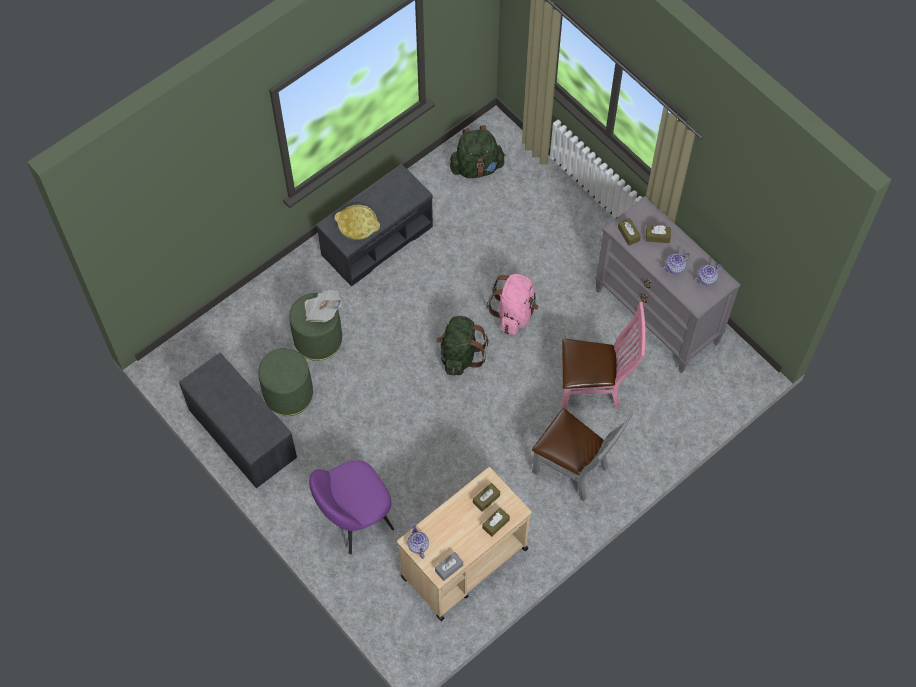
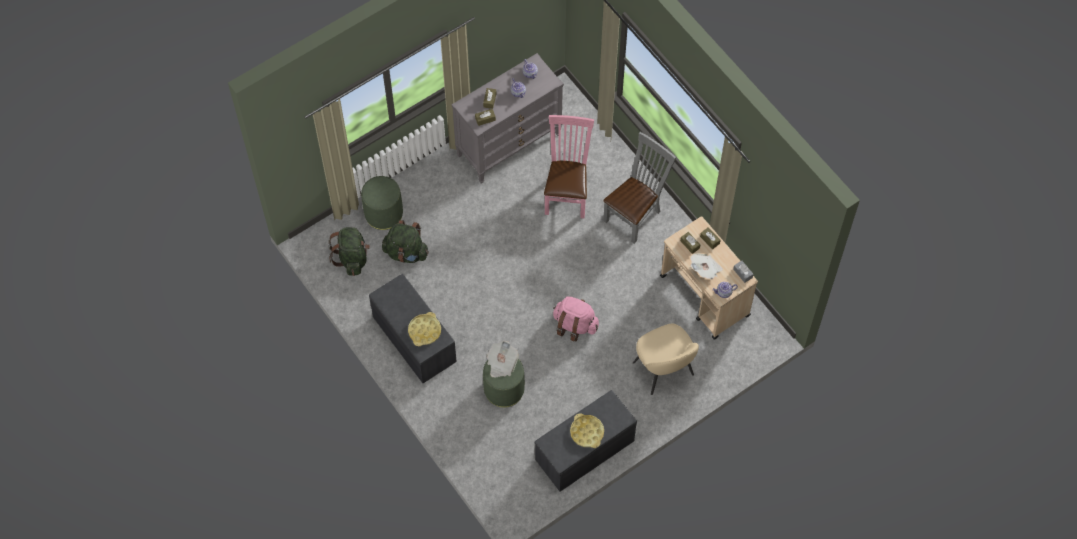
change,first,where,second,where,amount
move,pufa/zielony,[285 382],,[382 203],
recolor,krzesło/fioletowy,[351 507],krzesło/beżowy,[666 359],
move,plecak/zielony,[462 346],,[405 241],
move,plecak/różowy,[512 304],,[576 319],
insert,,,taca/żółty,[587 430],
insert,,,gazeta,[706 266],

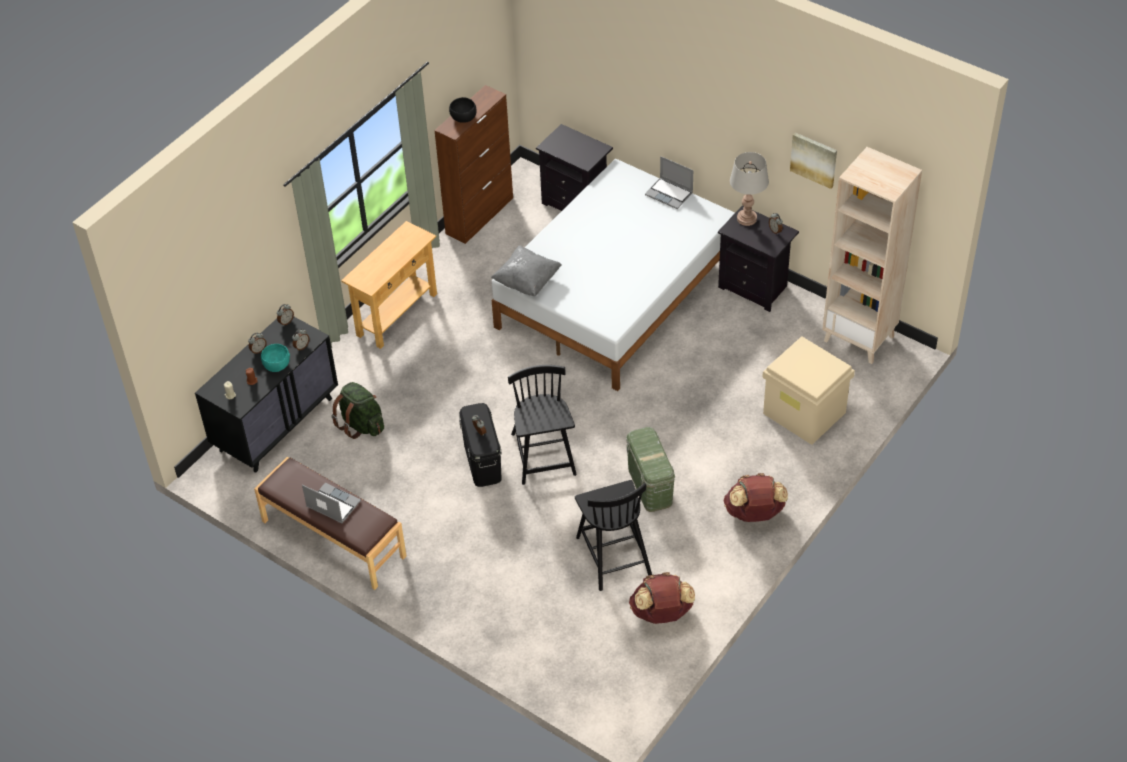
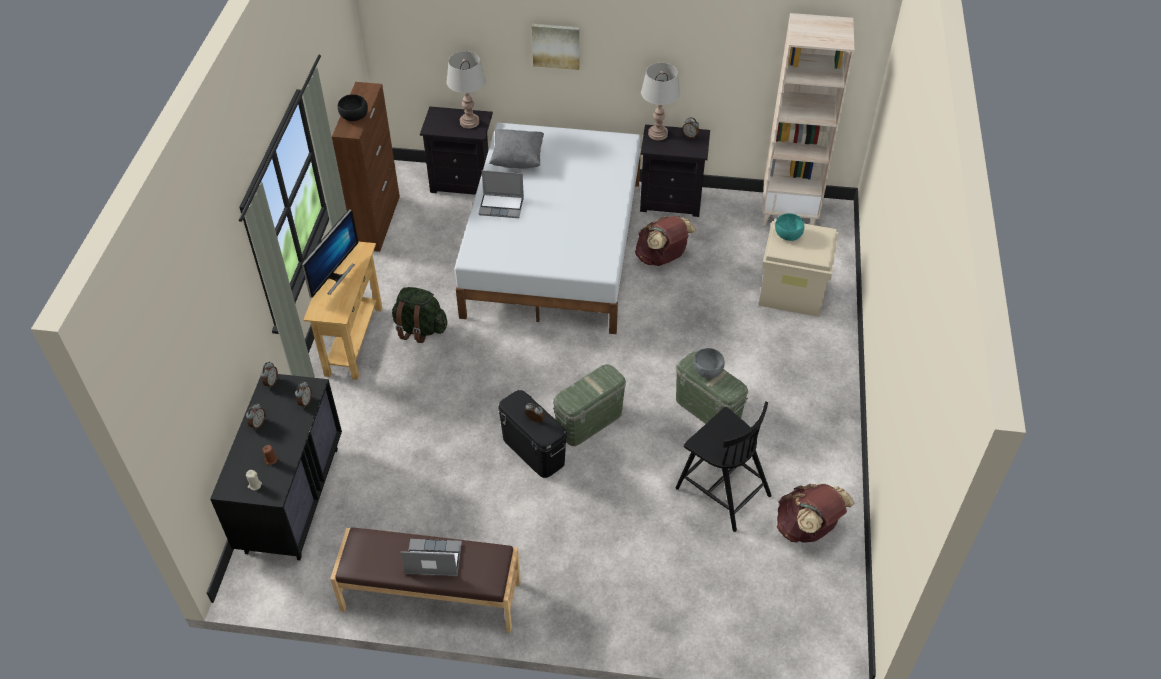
change,first,where,second,where,amount
move,miska/turkusowy,[275 358],,[789 227],
move,plecak/zielony,[357 410],,[419 315],
move,poduszka/szary,[526 271],,[516 149],
replace,krzesło/czarny,[542 425],pojemnik do przechowywania/zielony,[589 405],
move,laptop,[669 182],,[501 194],
move,plecak/brązowy,[756 497],,[665 241],
move,obraz,[813 161],,[556 47],
insert,,,monitor,[330 253],
insert,,,lampa stołowa/szary,[466 90],
insert,,,miska/szary,[709 363],

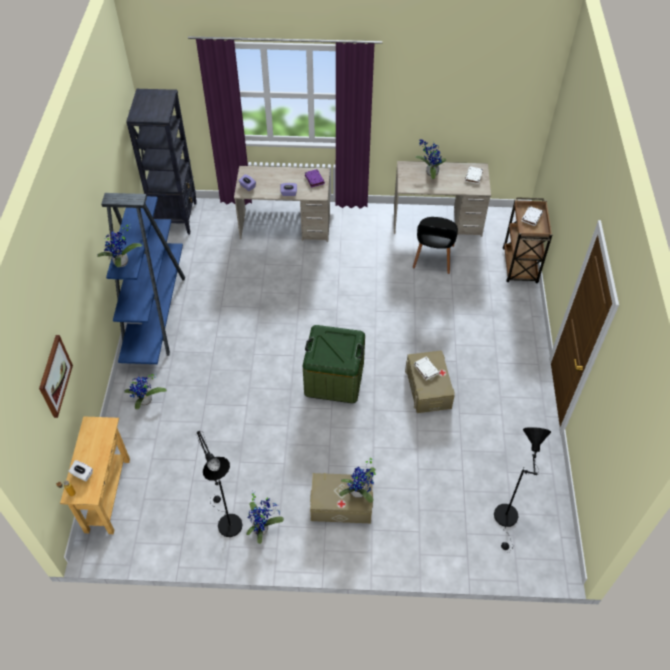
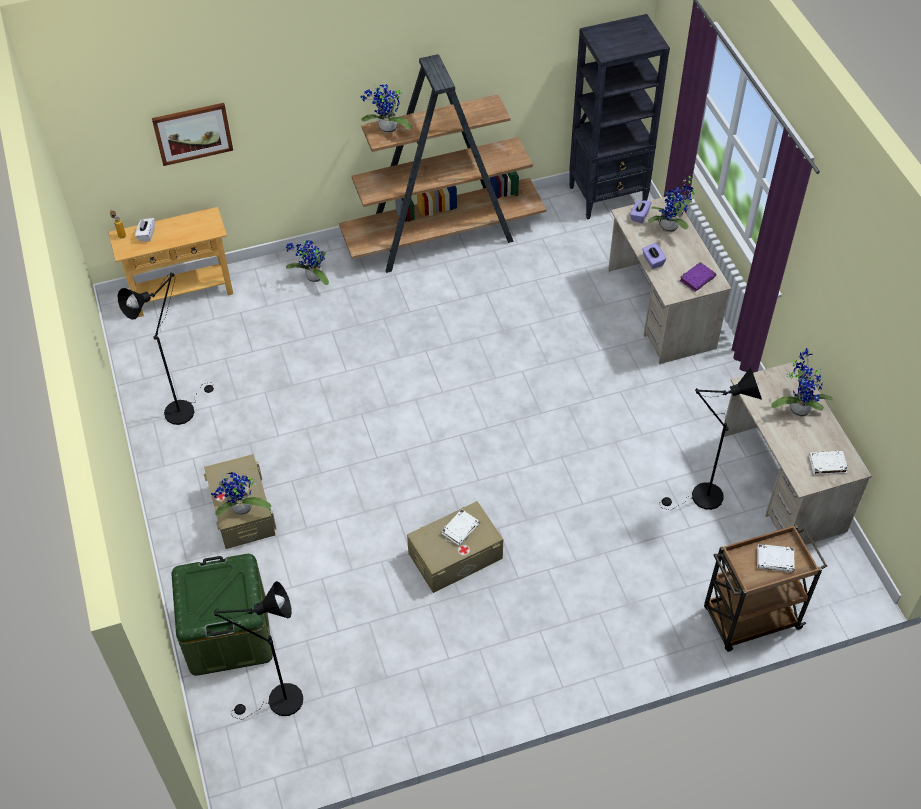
change,first,where,second,where,amount
recolor,regał/niebieski,[143 278],regał/brązowy,[442 163],
move,roślina doniczkowa,[265 517],,[671 203],
move,pojemnik do przechowywania/zielony,[334 364],,[222 615],
replace,krzesło/czarny,[435 245],lampa stojąca/czarny,[712 438],

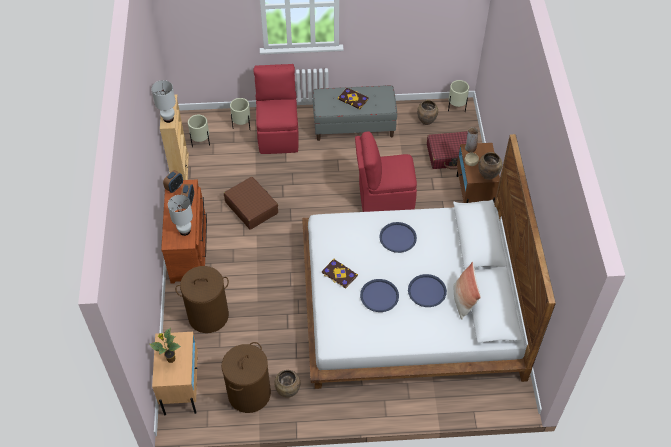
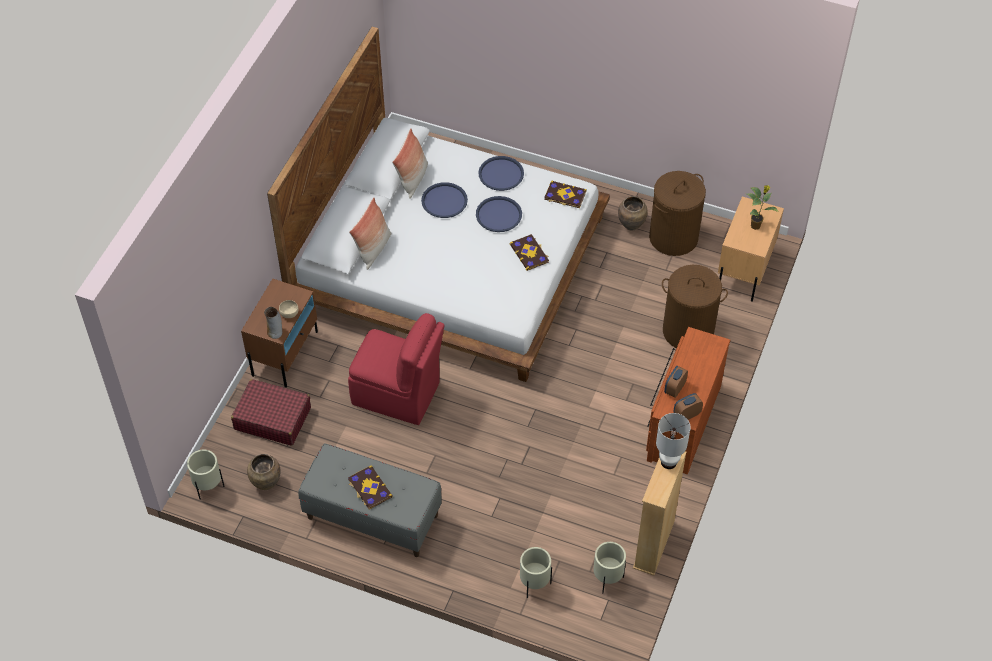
change,first,where,second,where,amount
delete,lampa stołowa/biały,[180 215],,,
delete,walizka/brązowy,[251 203],,,
delete,krzesło/czerwony,[276 109],,,
move,taca/niebieski,[398 237],,[501 173],
delete,wazon/brązowy,[490 166],,,
insert,,,poduszka,[370 233],
insert,,,książka,[565 194],

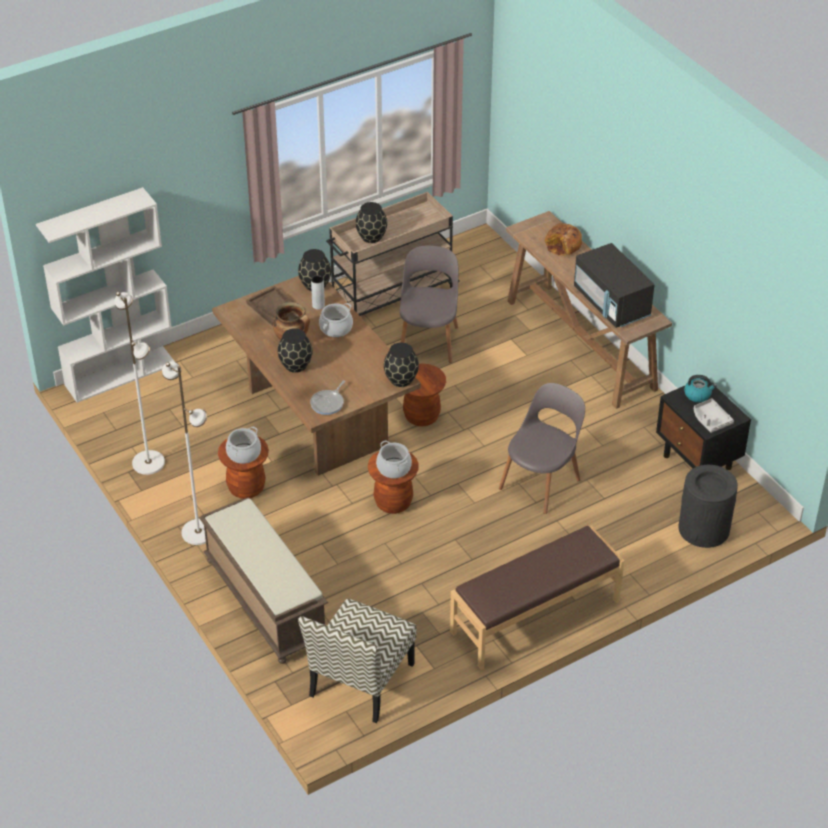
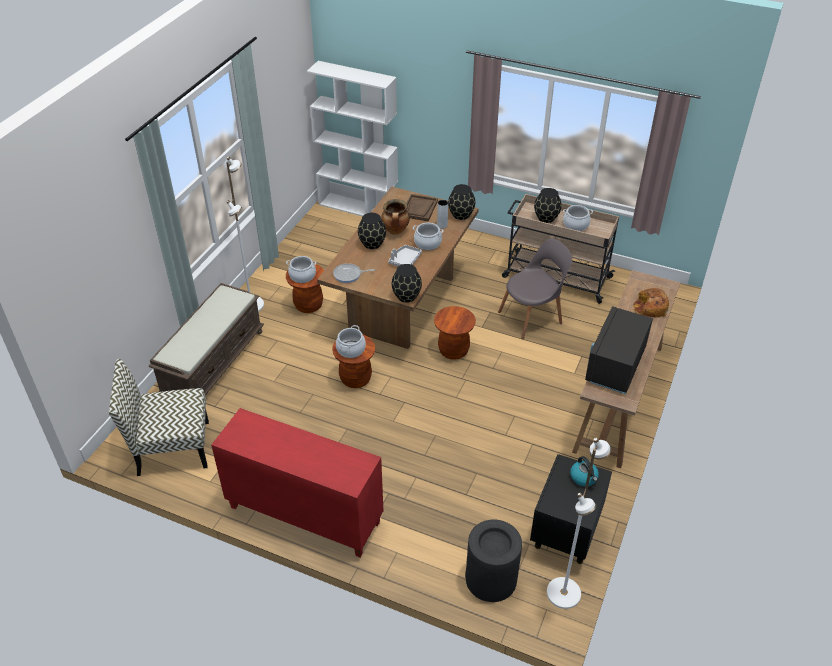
change,first,where,second,where,amount
move,lampa stojąca/biały,[139 383],,[579 523],
replace,ławka/brązowy,[537 597],szafka/czerwony,[297 482],
delete,krzesło/szary,[542 448],,,
move,taca/szary,[714 415],,[405 255],
insert,,,garnek,[578 218],

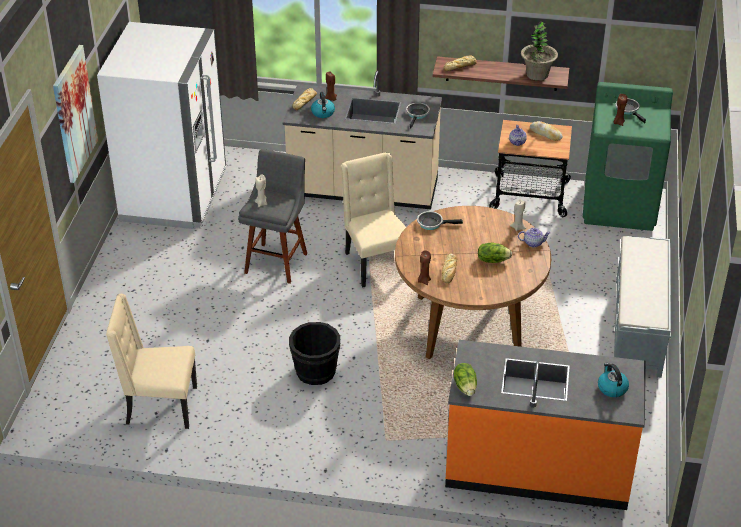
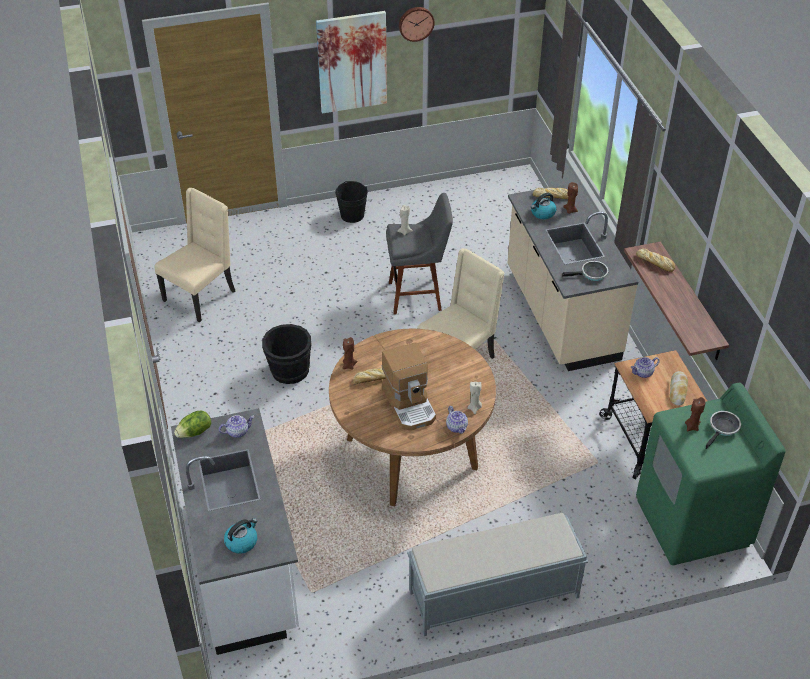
change,first,where,second,where,amount
delete,lodówka/biały,[161 125],,,
rotate,krzesło/beżowy,[151 361],,[194 255],60 degrees clockwise
delete,patelnia,[440 220],,,
recolor,zabudowa kuchenna/pomarańczowy,[545 425],zabudowa kuchenna/biały,[235 531],
replace,sałata,[495 253],ekspres do kawy,[409 386],
delete,roślina doniczkowa,[539 51],,,
insert,,,imbryk,[236 426],
insert,,,wiadro/czarny,[351 202],
insert,,,zegar ścienny,[417 24],

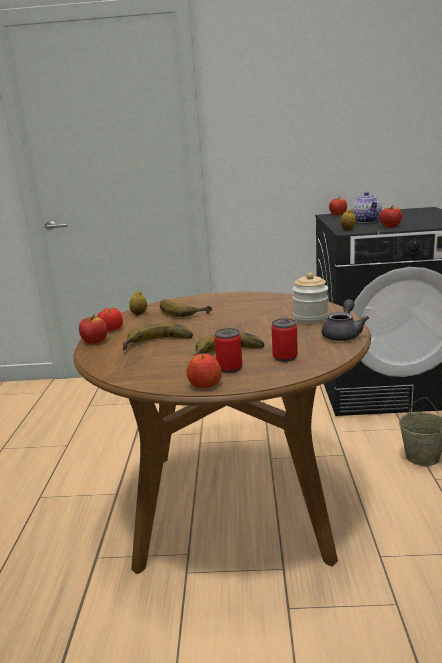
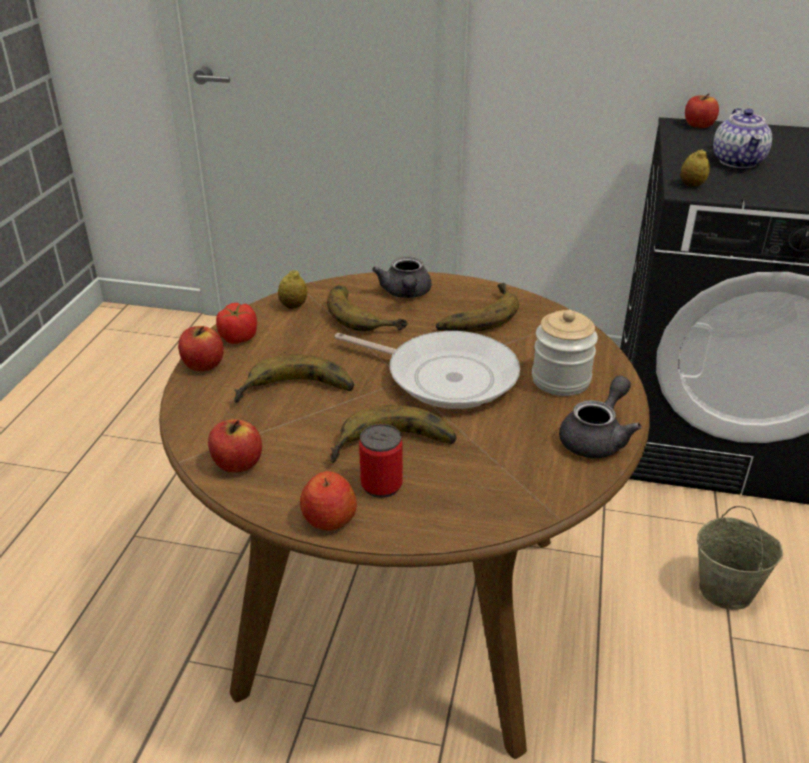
change,first,where,second,where,amount
delete,puszka,[285 340],,,
move,jabłko,[391 216],,[235 445],
insert,,,patelnia,[427 370],
insert,,,imbryk/szary,[402 277],
insert,,,banan,[477 307],

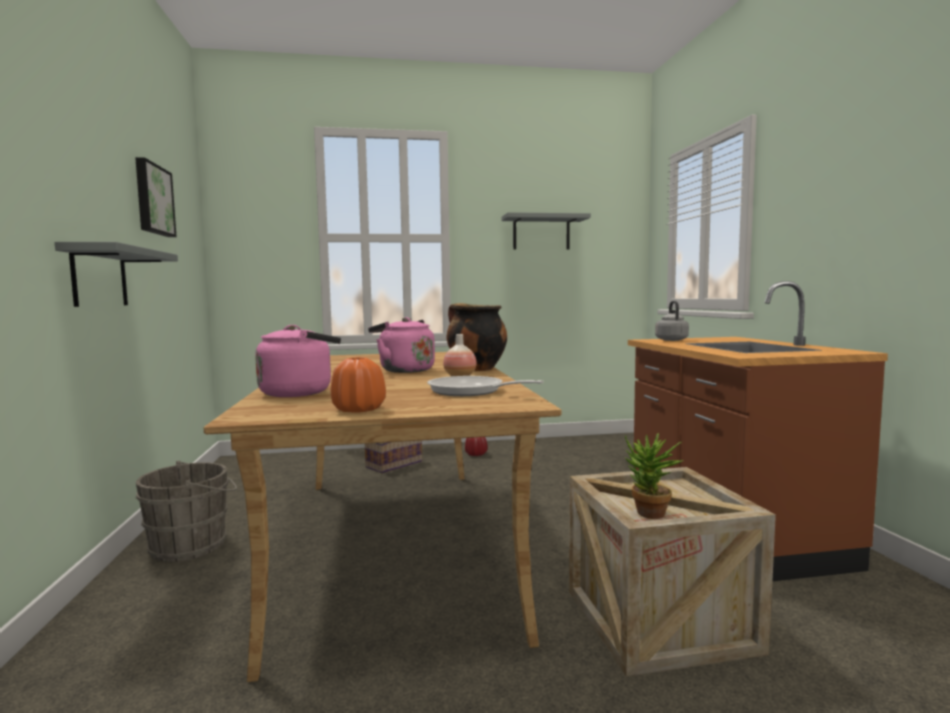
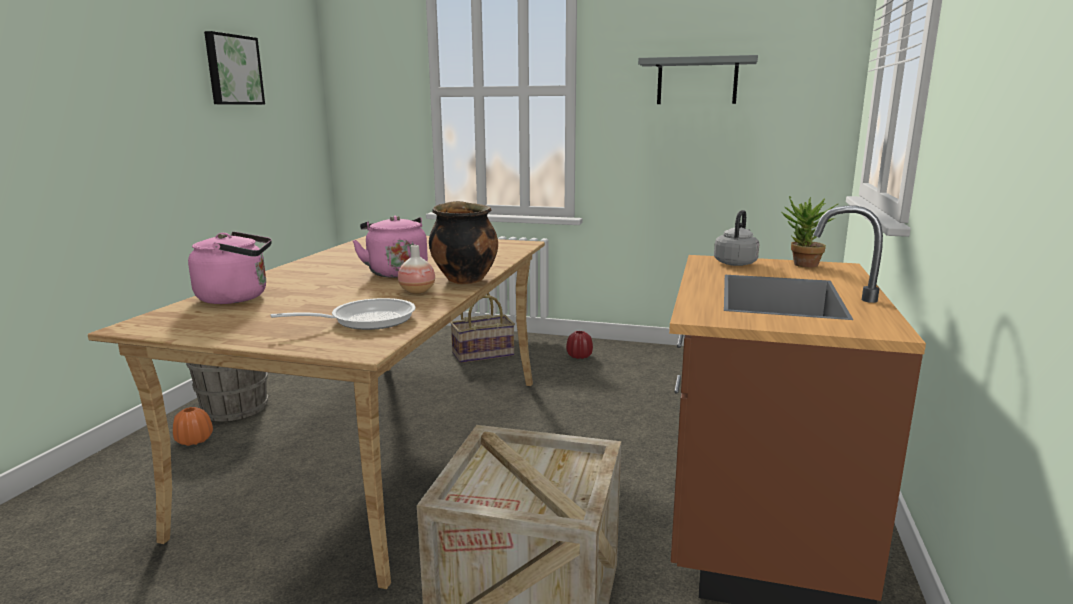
change,first,where,second,where,amount
delete,półka/szary,[116 274],,,
move,wazon/pomarańczowy,[358 385],,[193 426],
rotate,patelnia,[485 386],,[342 314],90 degrees clockwise
move,roślina doniczkowa,[654 476],,[809 232],

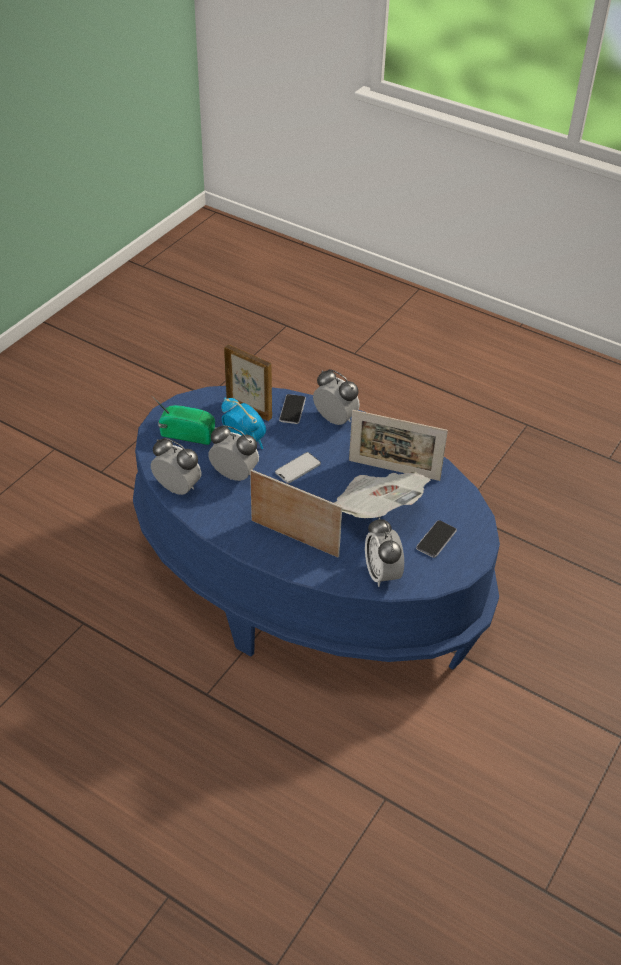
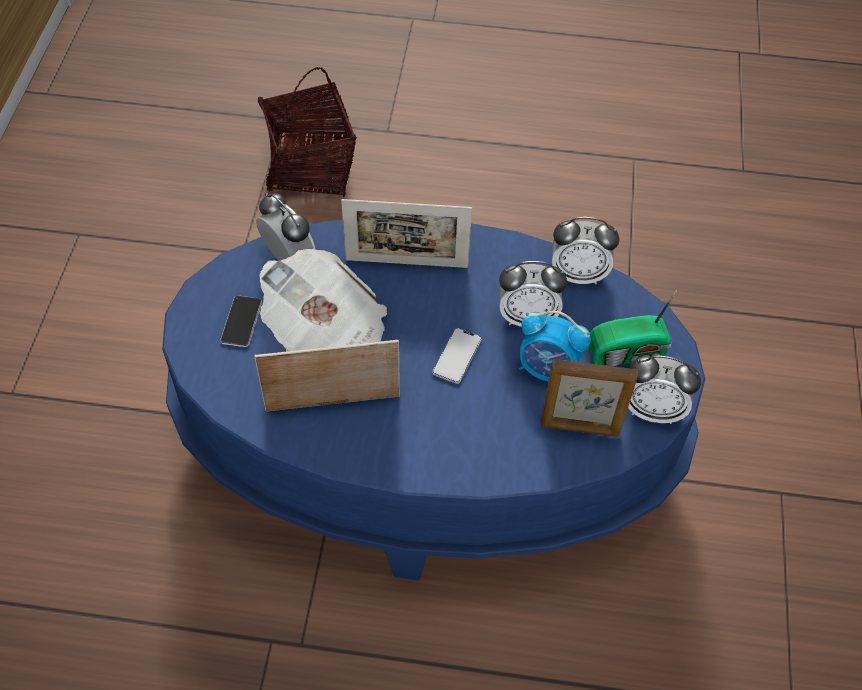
change,first,where,second,where,amount
delete,telefon,[292 409],,,
move,budzik,[336 397],,[664 390],
insert,,,koszyk,[307 132],

